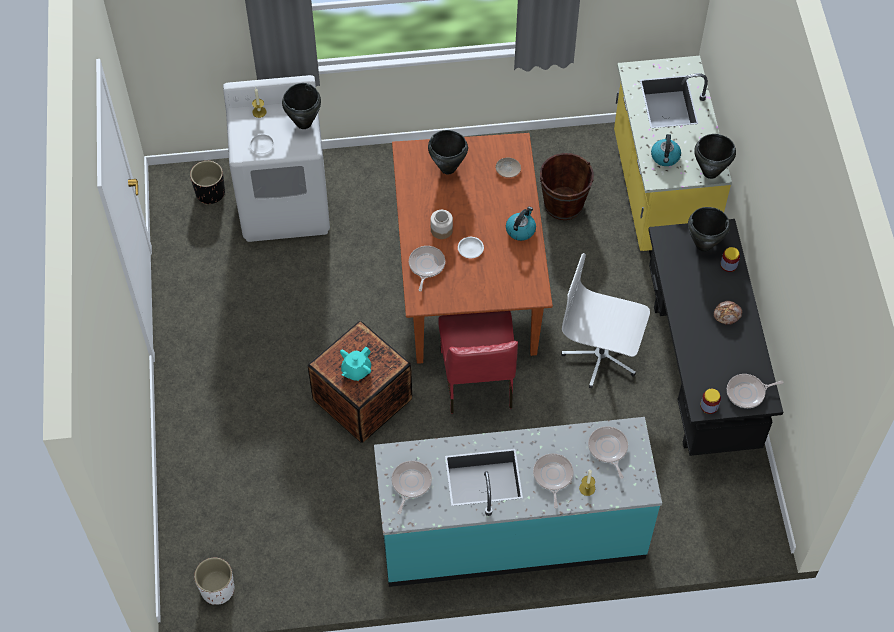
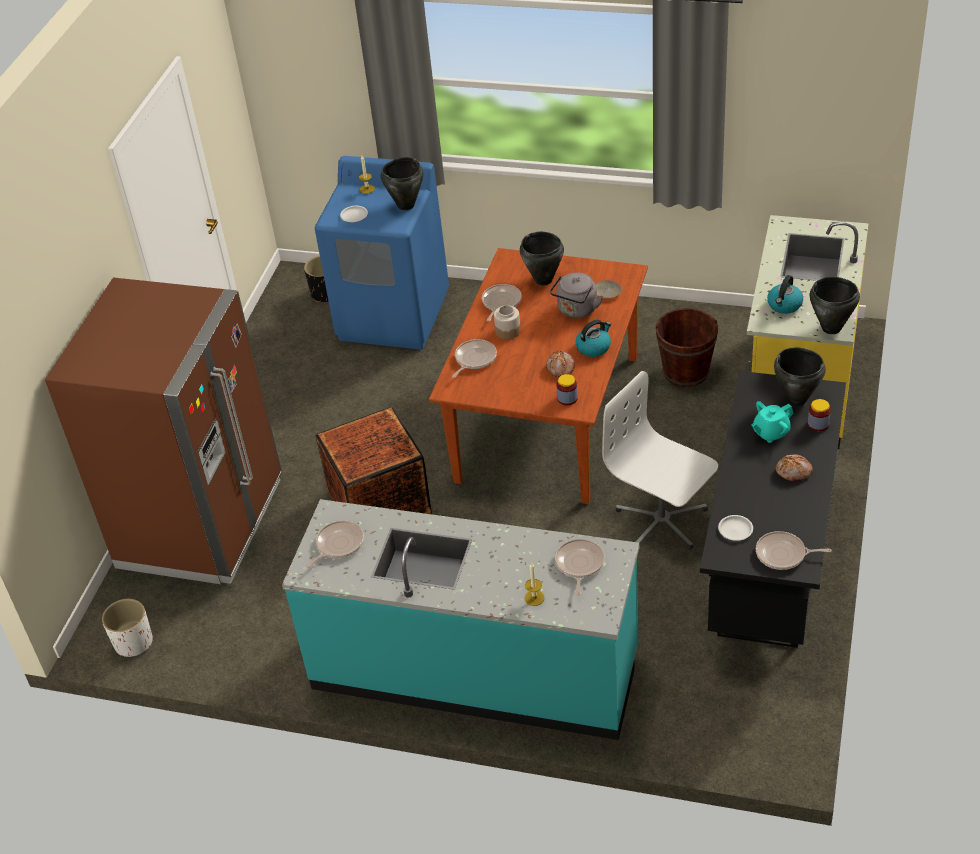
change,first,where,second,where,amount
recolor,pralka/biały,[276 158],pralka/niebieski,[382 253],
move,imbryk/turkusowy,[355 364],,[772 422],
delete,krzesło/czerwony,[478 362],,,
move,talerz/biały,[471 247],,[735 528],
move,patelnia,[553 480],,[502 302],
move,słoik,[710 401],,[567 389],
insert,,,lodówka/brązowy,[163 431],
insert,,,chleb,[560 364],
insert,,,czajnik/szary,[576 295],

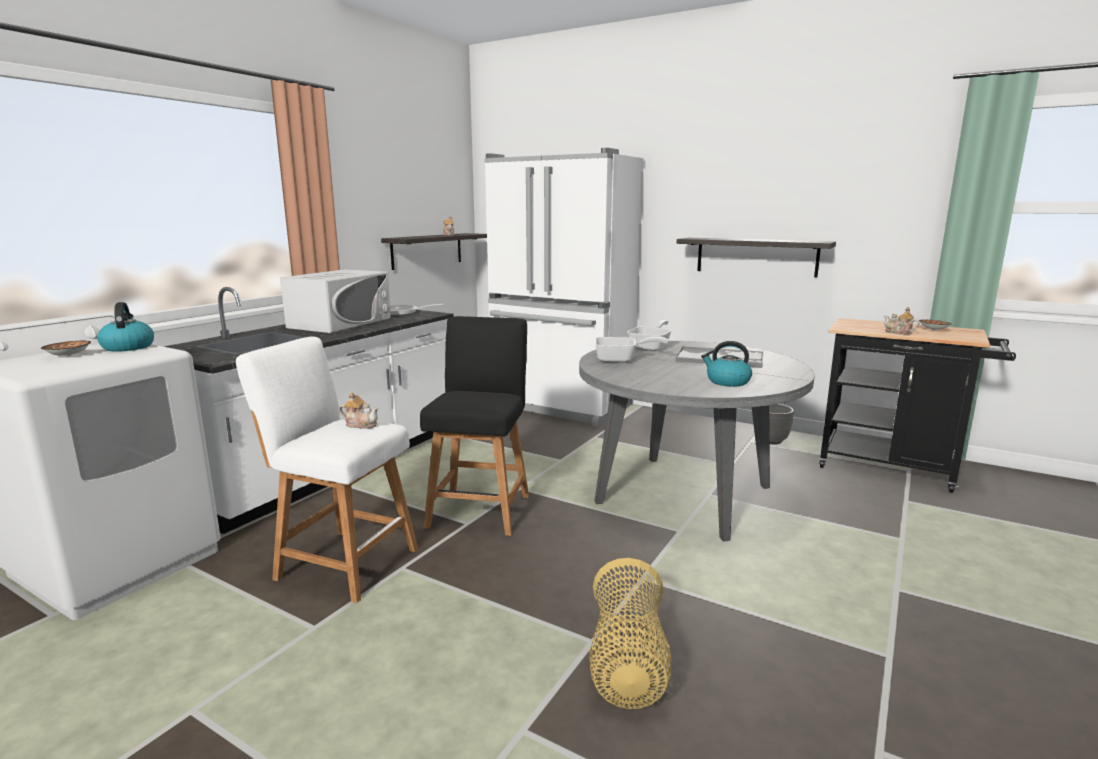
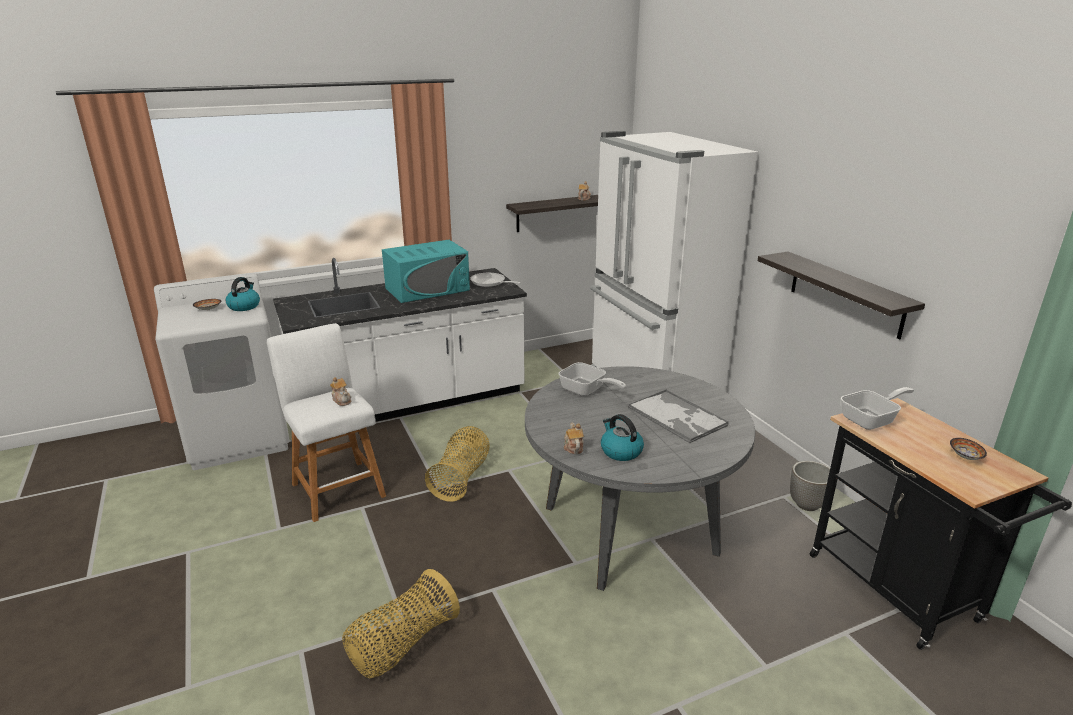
change,first,where,second,where,amount
recolor,mikrofalówka/biały,[335 301],mikrofalówka/turkusowy,[426 271],
replace,stołek/czarny,[474 426],koszyk,[457 464],
move,patelnia,[650 335],,[877 408],
move,imbryk,[902 321],,[574 438],

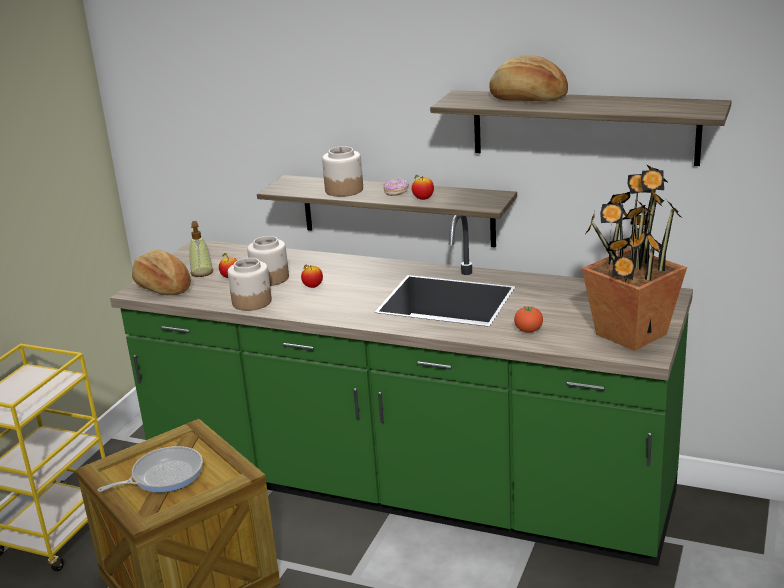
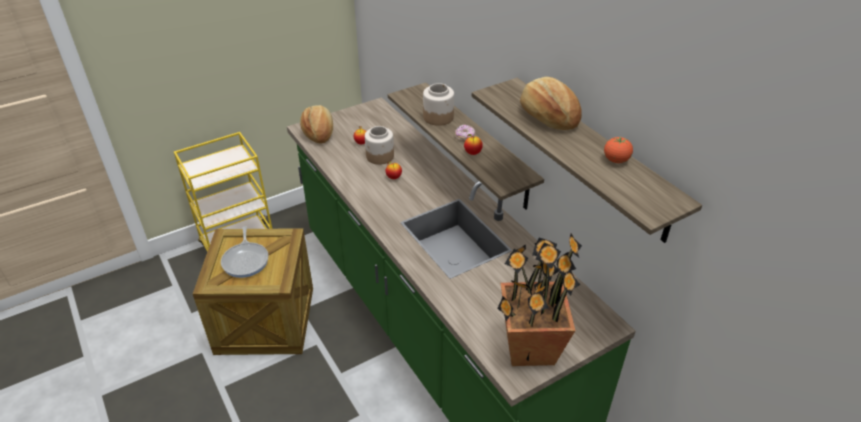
change,first,where,second,where,amount
rotate,patelnia,[150 469],,[245 252],75 degrees clockwise
delete,dozownik mydła,[201 249],,,
delete,słoik,[250 284],,,
move,pomidor,[528 319],,[618 149],

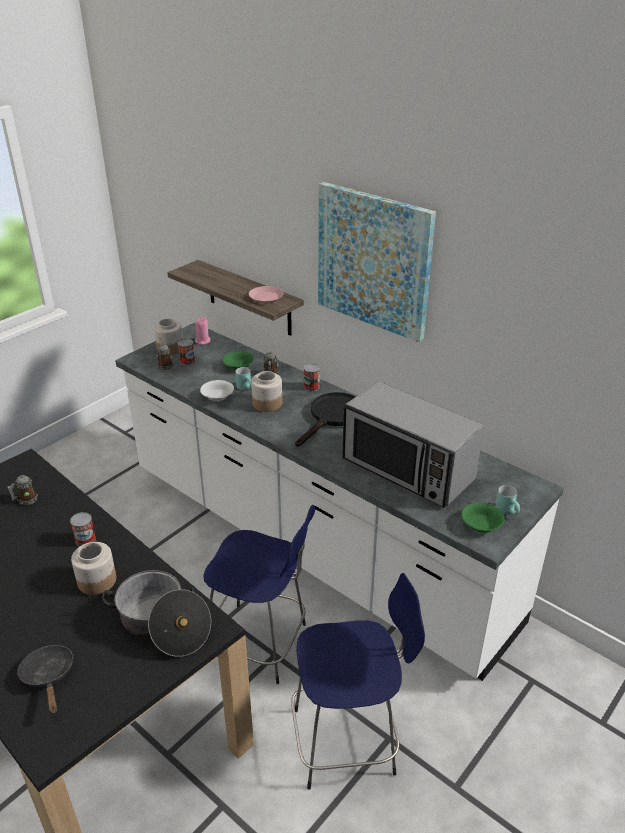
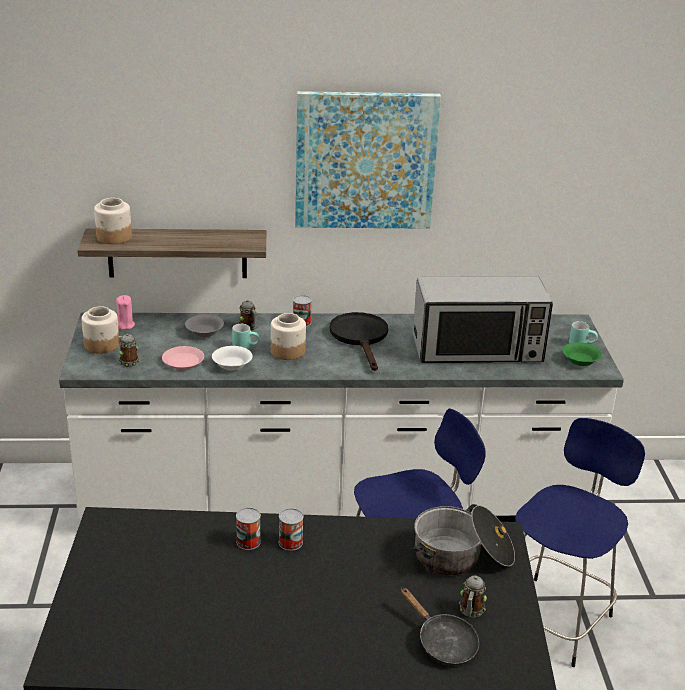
change,first,where,second,where,amount
move,kubek,[22 490],,[473 596],
rotate,patelnia/czarny,[45 679],,[440 626],150 degrees counterclockwise
move,słoik,[93 568],,[113 221],
move,puszka,[186 352],,[248 528],
recolor,miska/zielony,[238 360],miska/szary,[204 325],
move,talerz/różowy,[266 294],,[183 357],

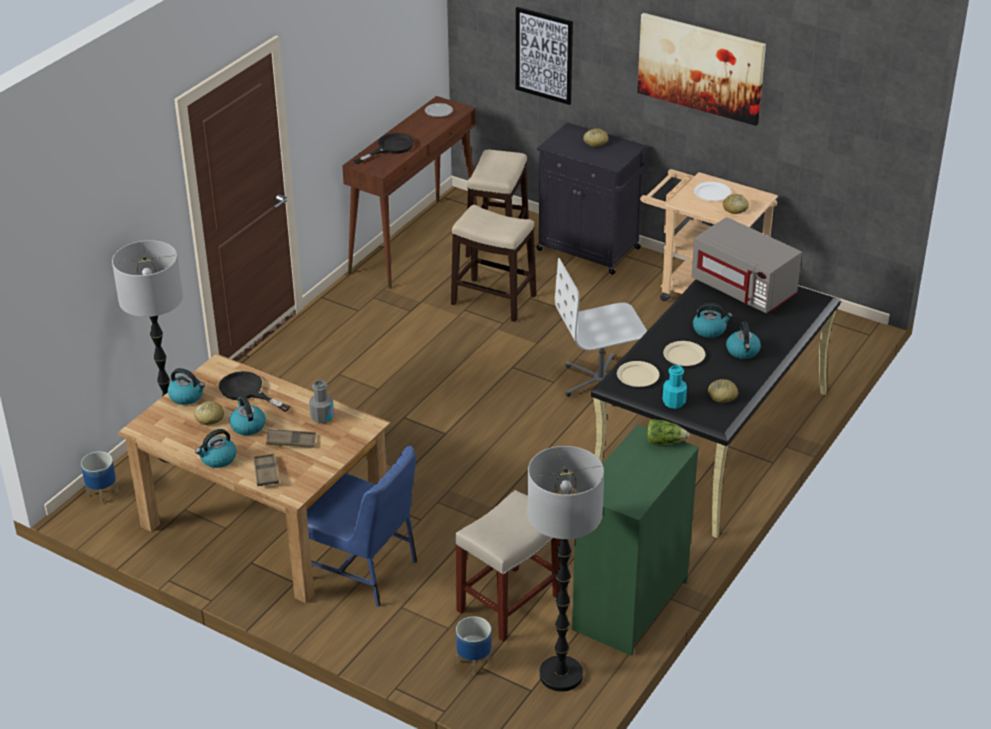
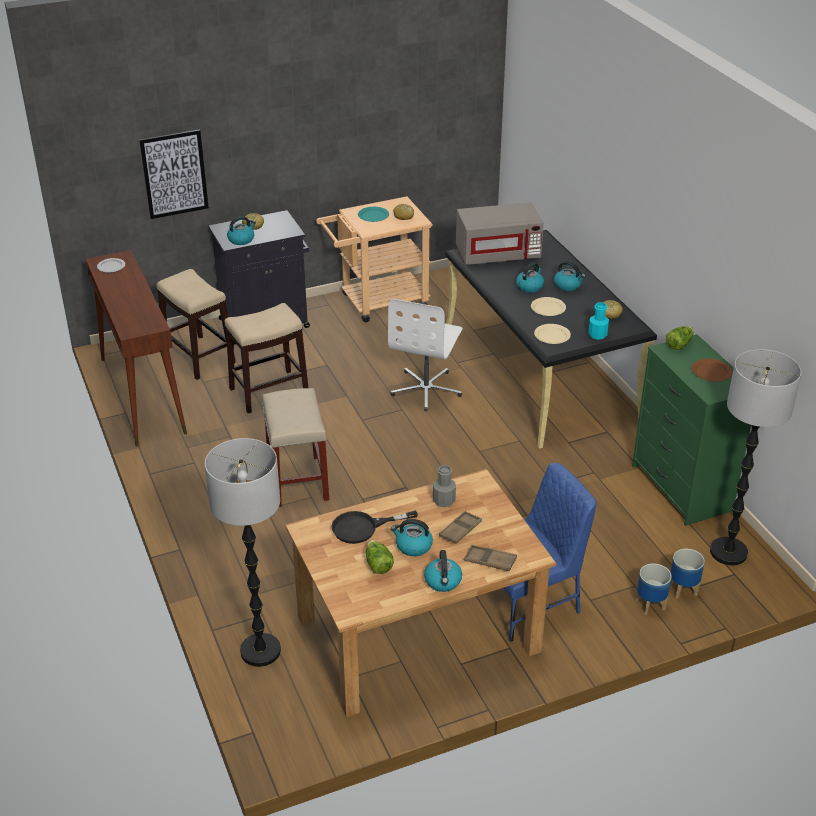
change,first,where,second,where,amount
move,donica,[100 477],,[654 589],
move,czajnik,[186 386],,[241 230],
replace,chleb,[209 413],sałata,[380 557],
delete,patelnia/czarny,[383 148],,,
move,stołek/beżowy,[508 566],,[295 447],
delete,obraz,[701 69],,,
recolor,talerz/biały,[712 191],talerz/turkusowy,[373 214],
insert,,,talerz/brązowy,[712 370],

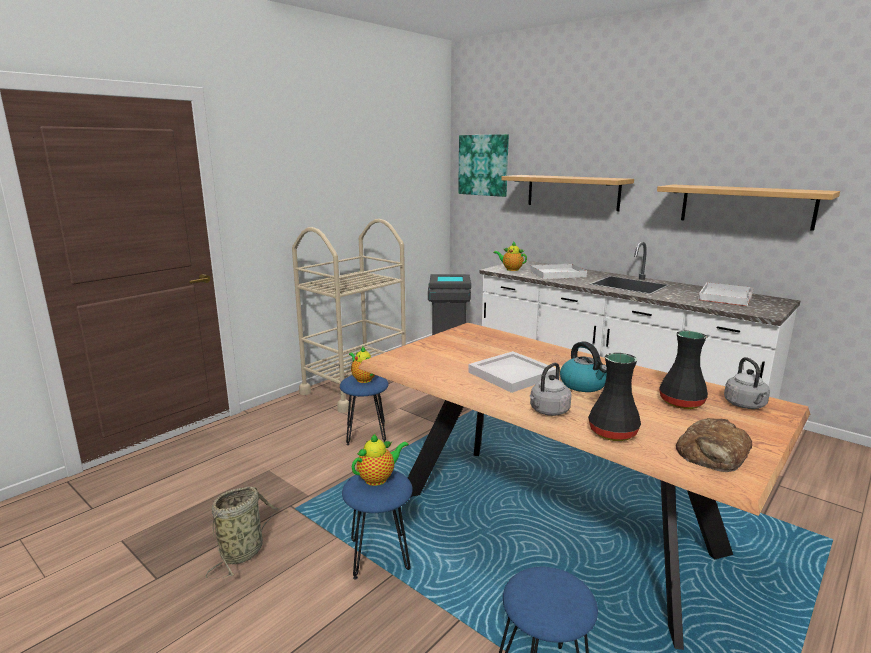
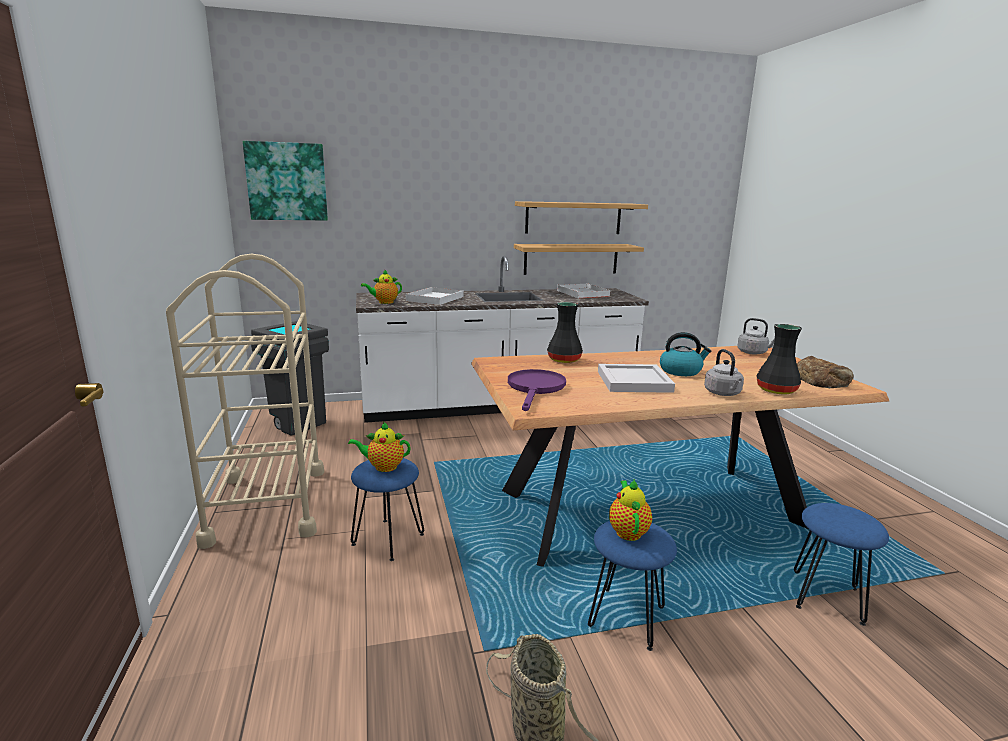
change,first,where,second,where,amount
move,półka,[567 193],,[579 259],
move,wazon/czarny,[683 370],,[565 332],
insert,,,patelnia/fioletowy,[537 390],

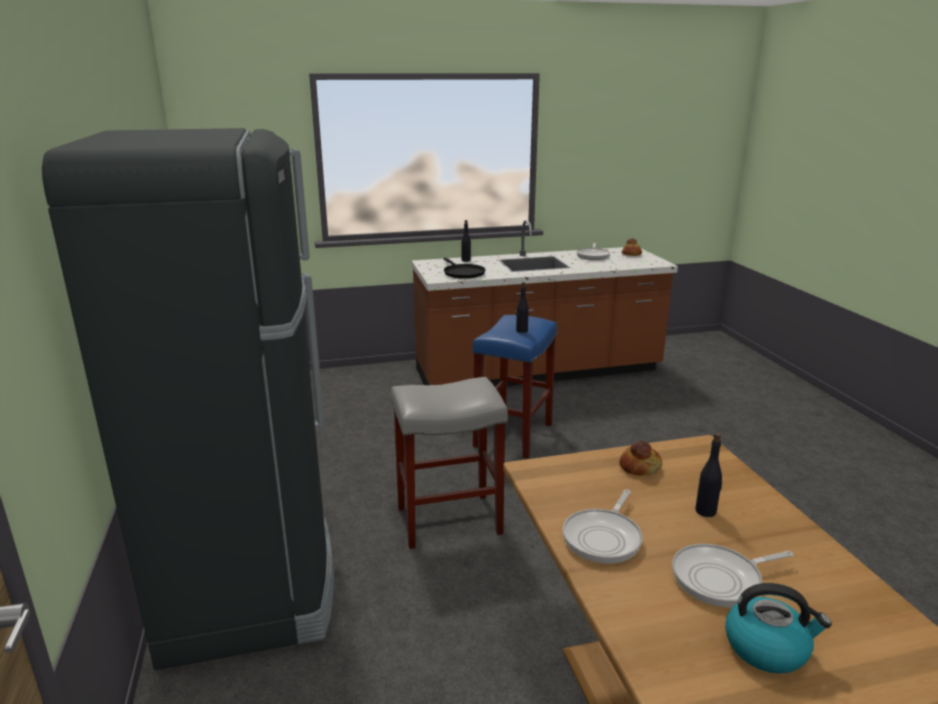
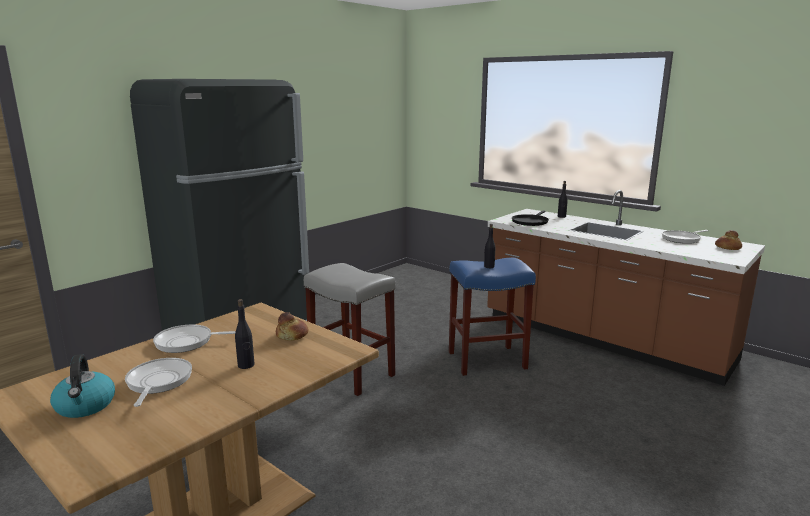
change,first,where,second,where,amount
rotate,patelnia,[732 575],,[158 382],45 degrees clockwise

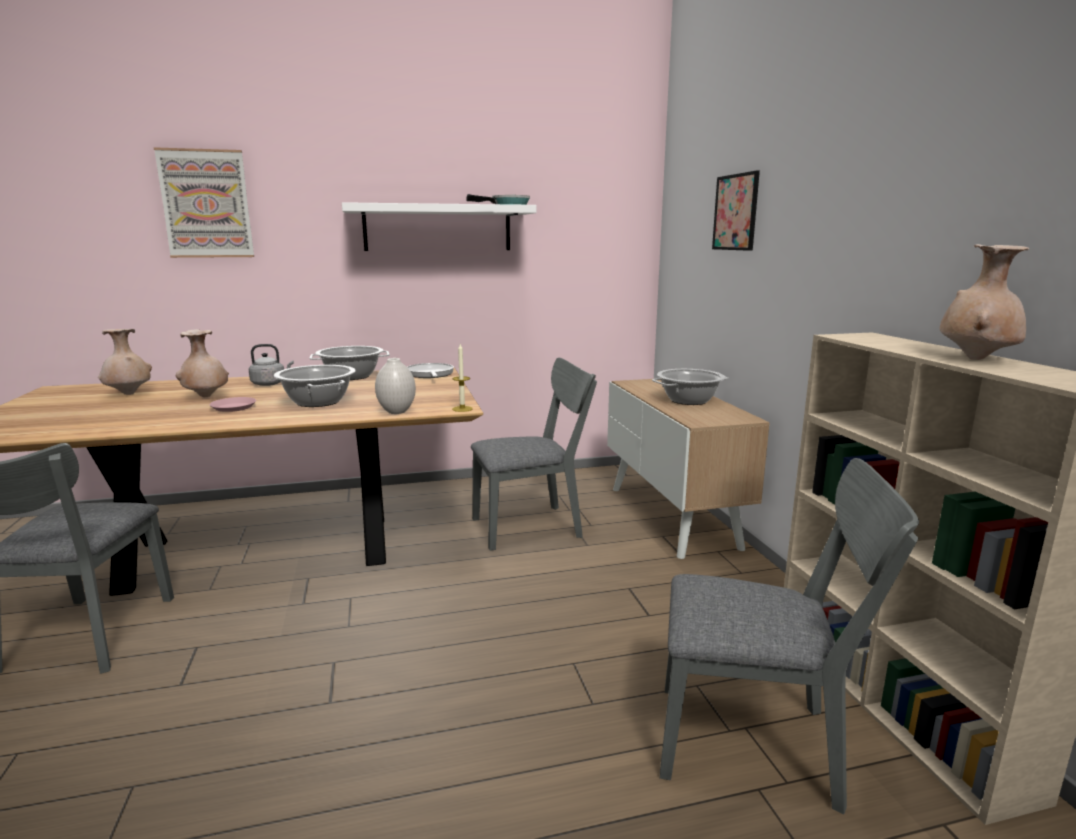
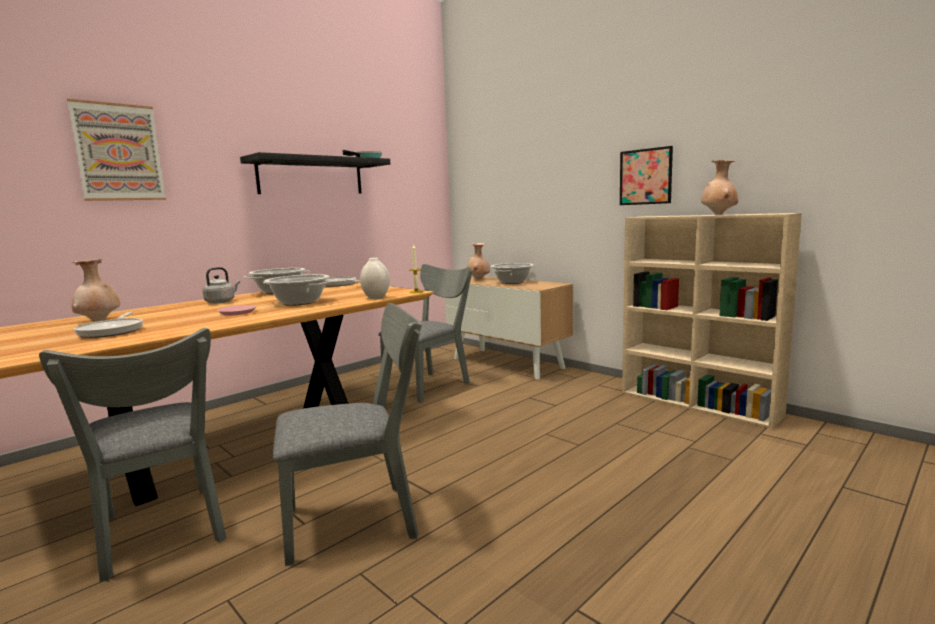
change,first,where,second,where,amount
move,wazon/beżowy,[202 363],,[478 261],
recolor,półka/biały,[439 226],półka/czarny,[315 173],
move,krzesło/szary,[789 636],,[347 434],
move,obraz,[736 210],,[646 175],
insert,,,patelnia,[108 325],

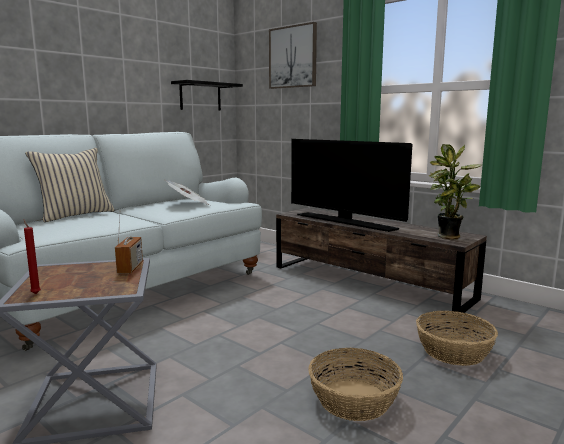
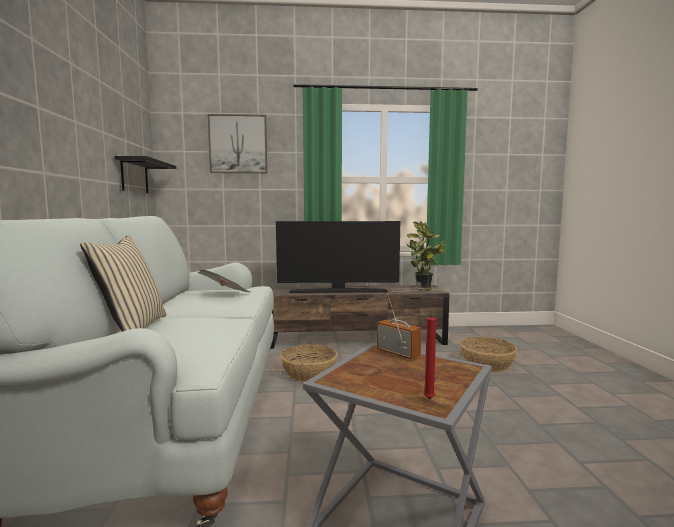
change,first,where,second,where,amount
move,koszyk,[355 384],,[309 363],

